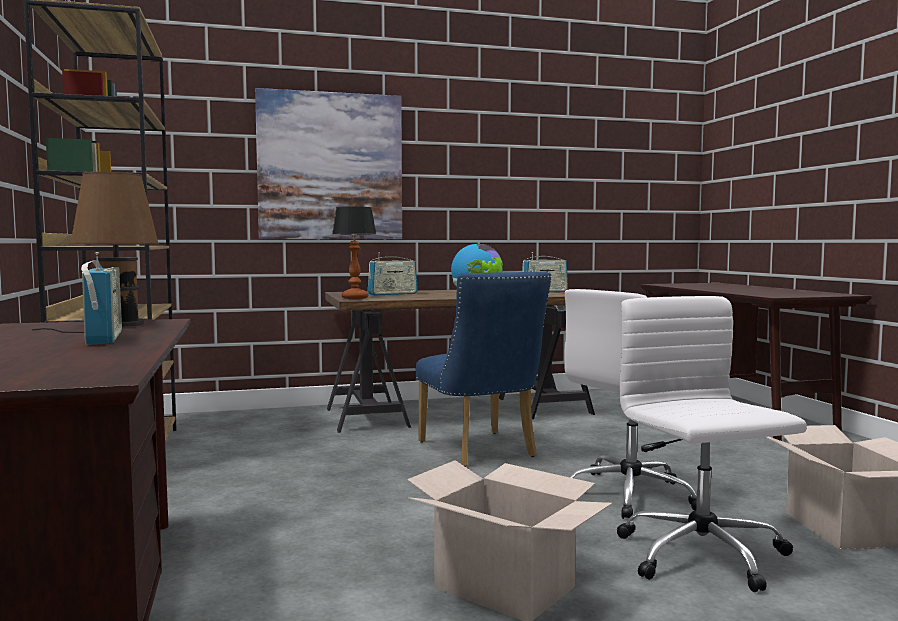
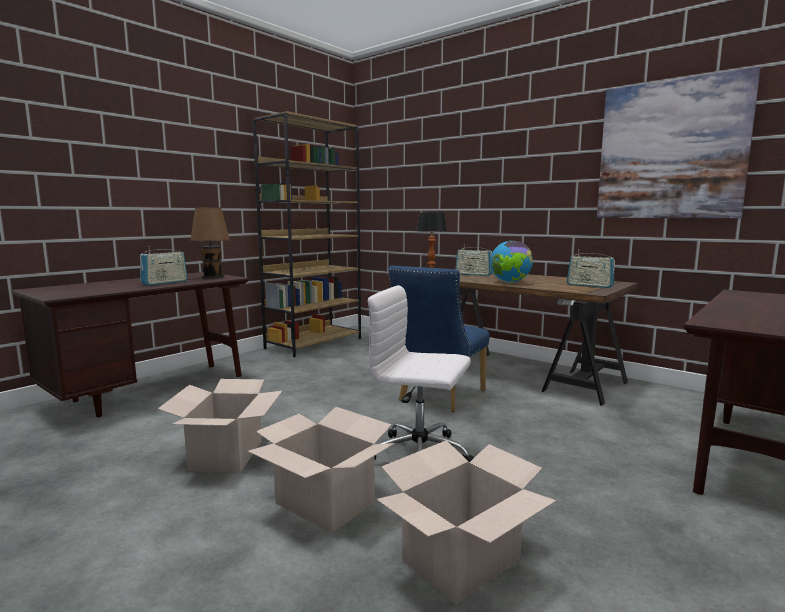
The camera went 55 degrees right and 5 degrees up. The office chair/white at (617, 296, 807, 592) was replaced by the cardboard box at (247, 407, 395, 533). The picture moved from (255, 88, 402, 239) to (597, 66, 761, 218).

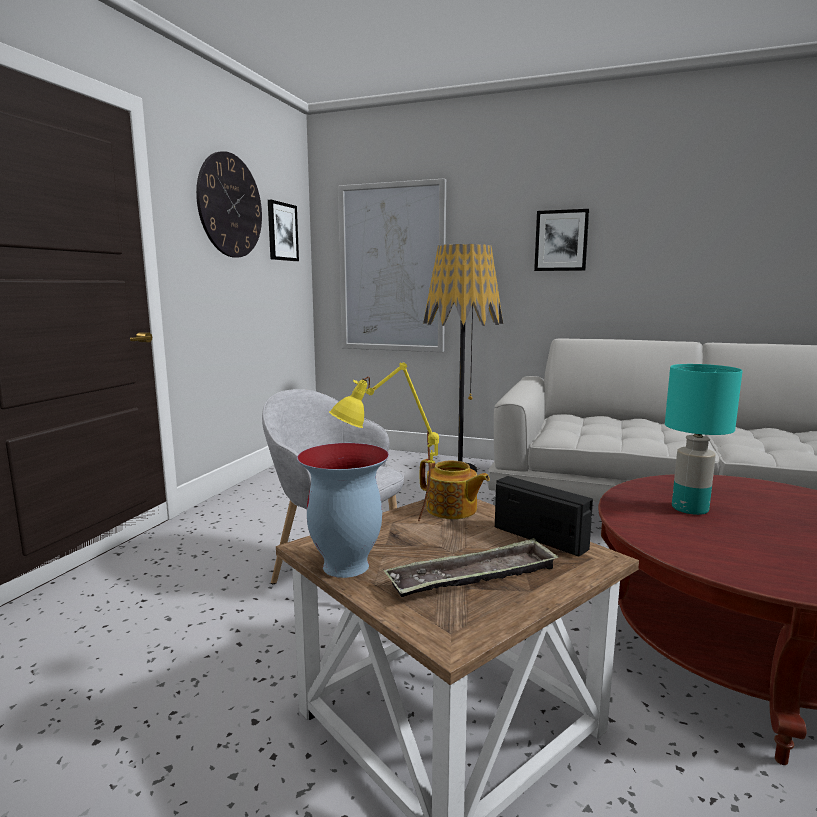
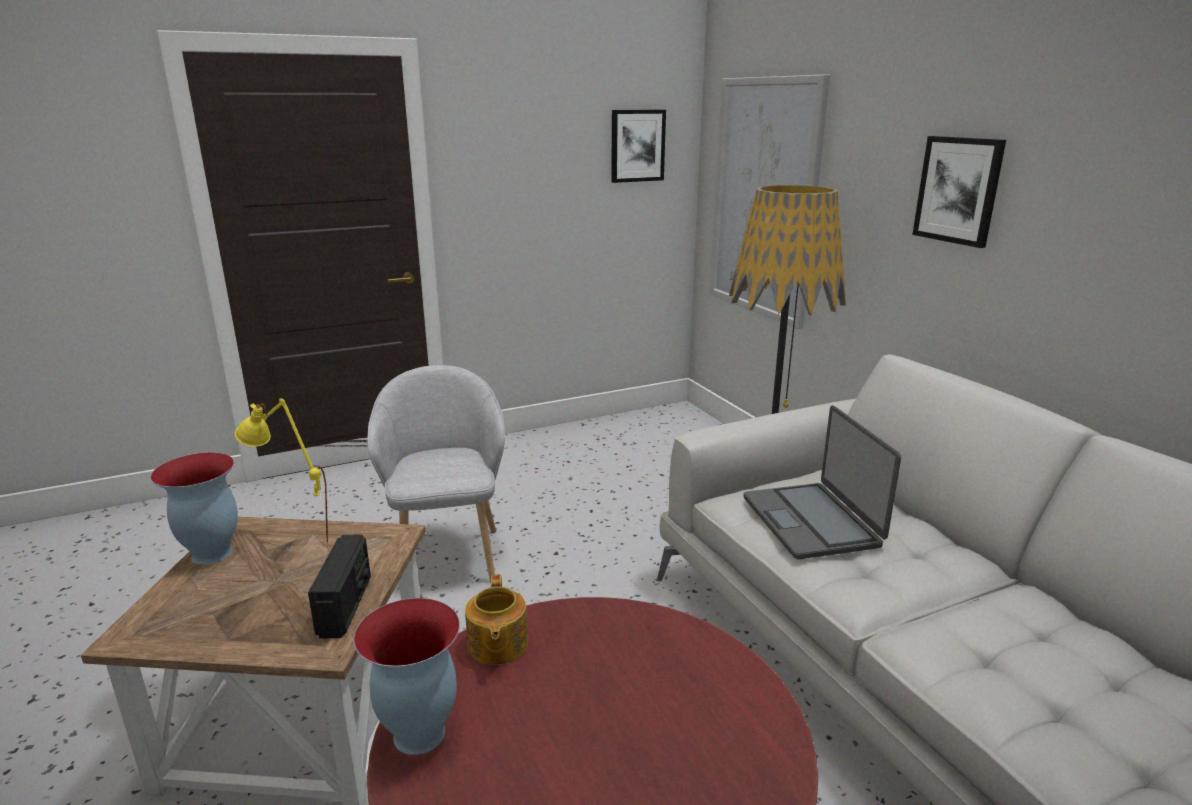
The camera went 45 degrees right and 10 degrees up. The vase at (353, 598, 460, 755) appeared. The teapot moved from (420, 459, 490, 519) to (465, 574, 528, 665). The laptop at (744, 405, 901, 559) appeared. The wall clock at (196, 151, 262, 258) disappeared. The tray at (384, 538, 559, 597) disappeared. The table lamp/turquoise at (665, 364, 742, 515) disappeared.

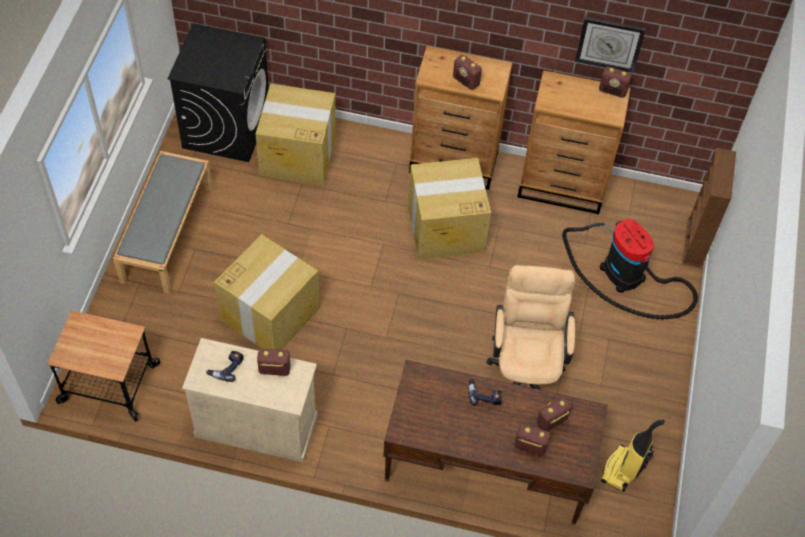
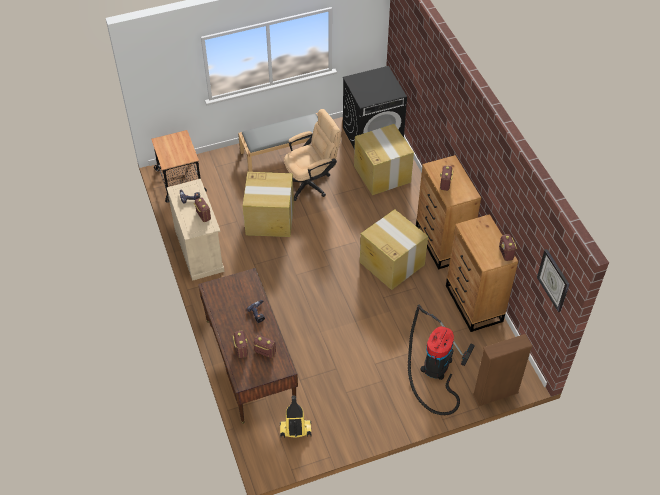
The camera went 60 degrees right and 5 degrees down. The office chair/beige moved from (486, 265, 576, 390) to (284, 109, 341, 201). The wall clock moved from (575, 17, 646, 73) to (537, 249, 570, 312).

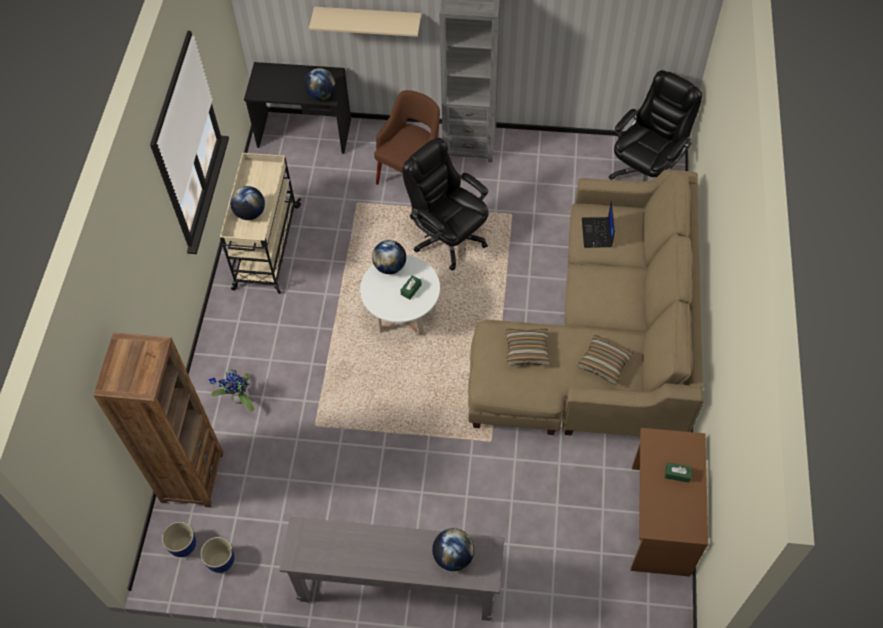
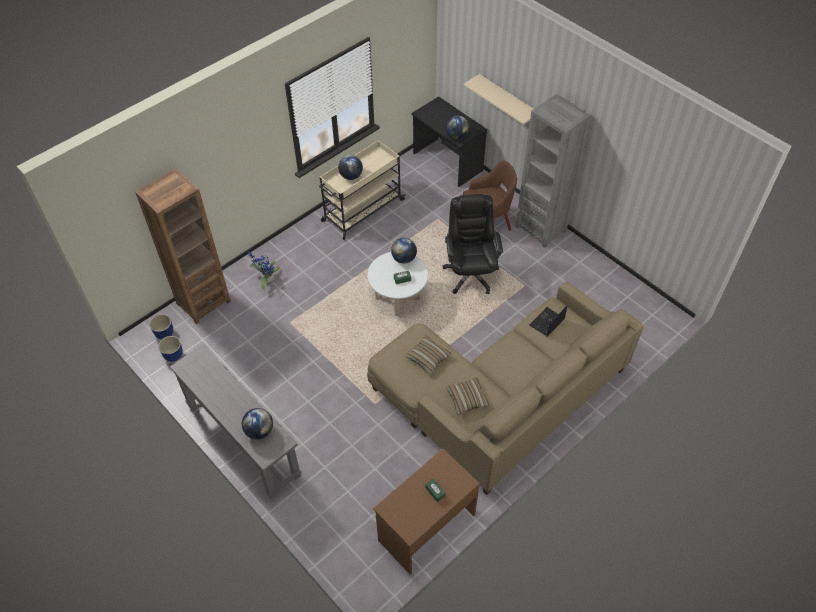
The camera went 40 degrees right and 5 degrees down. The office chair/black at (609, 70, 702, 181) disappeared.

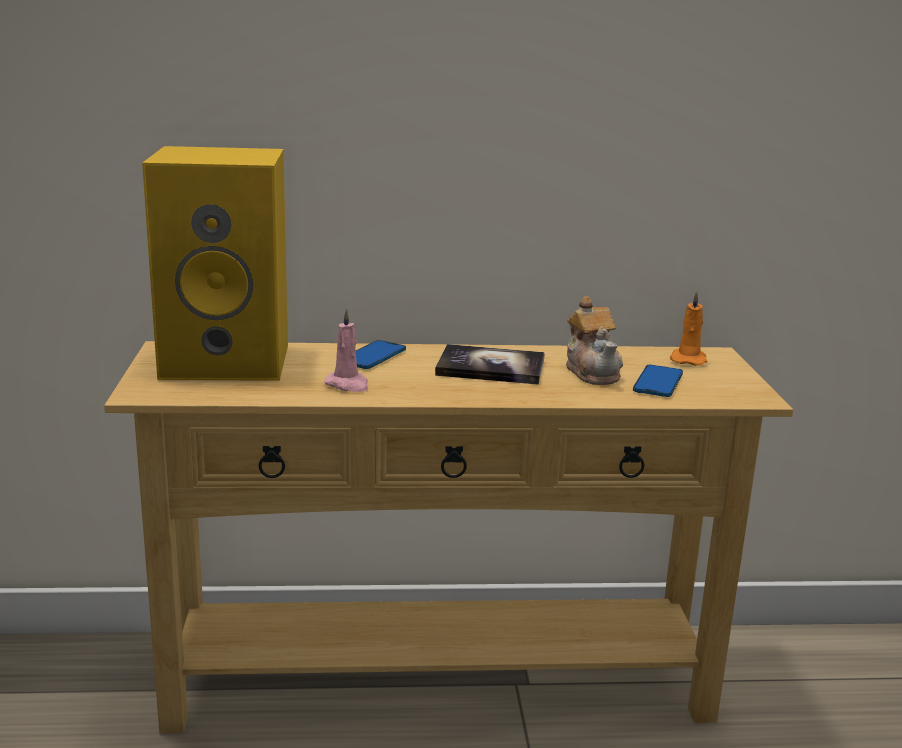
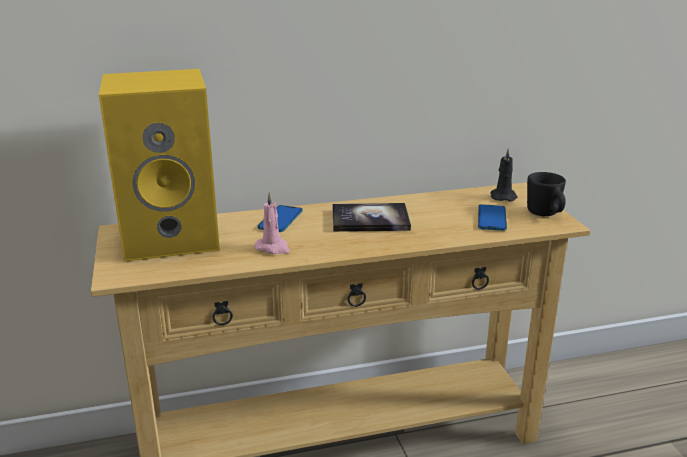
The camera went 10 degrees left and 5 degrees up. The candle/orange at (670, 291, 707, 366) became the candle/black at (491, 148, 518, 201). The mug/black at (527, 172, 566, 216) appeared. The teapot at (566, 296, 623, 385) disappeared.

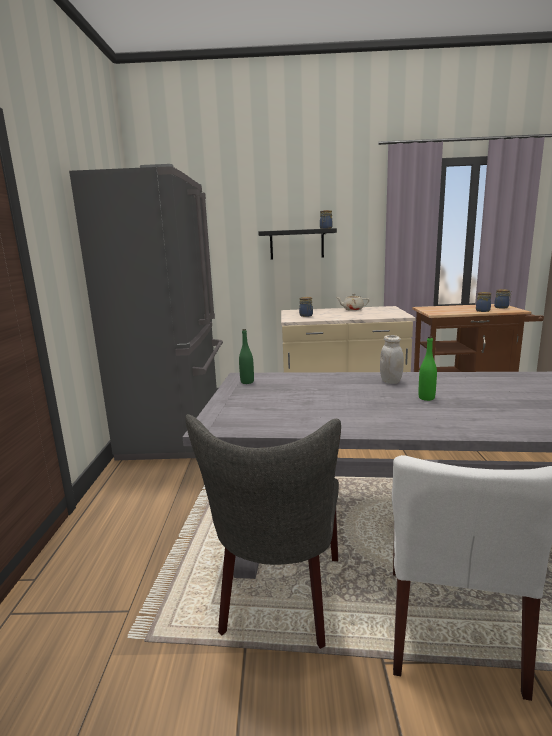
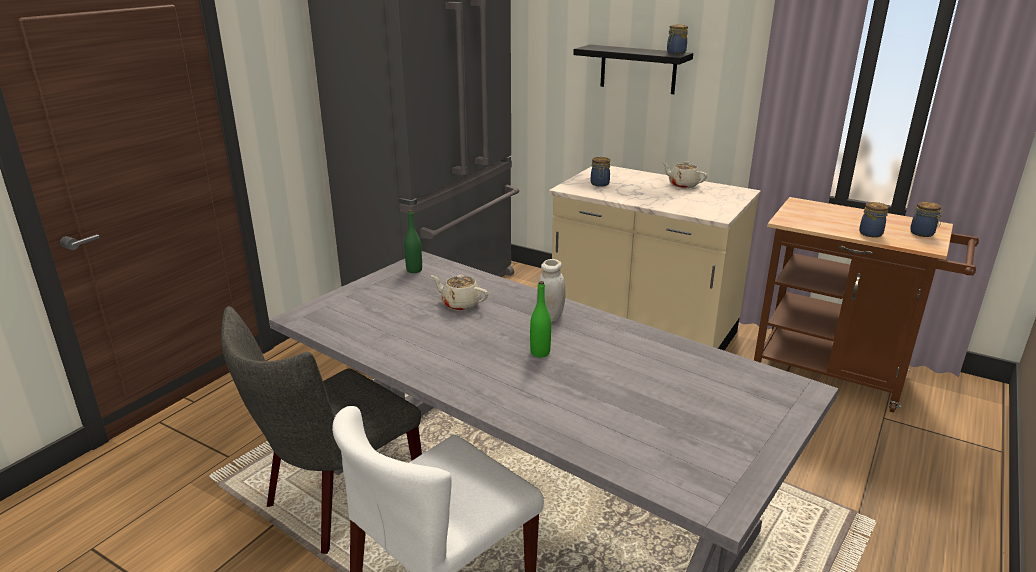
The camera went 30 degrees right and 10 degrees up. The teapot/beige at (431, 275, 488, 311) appeared.

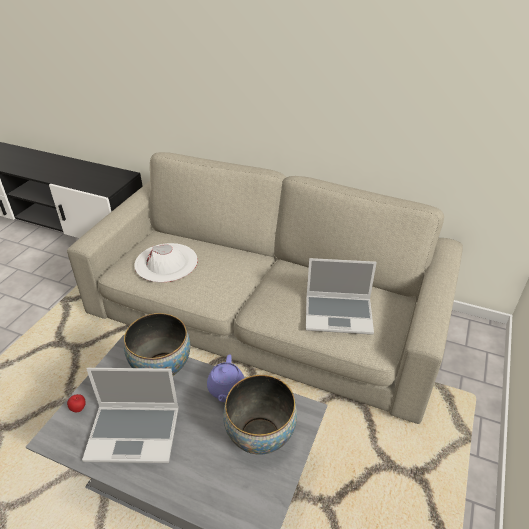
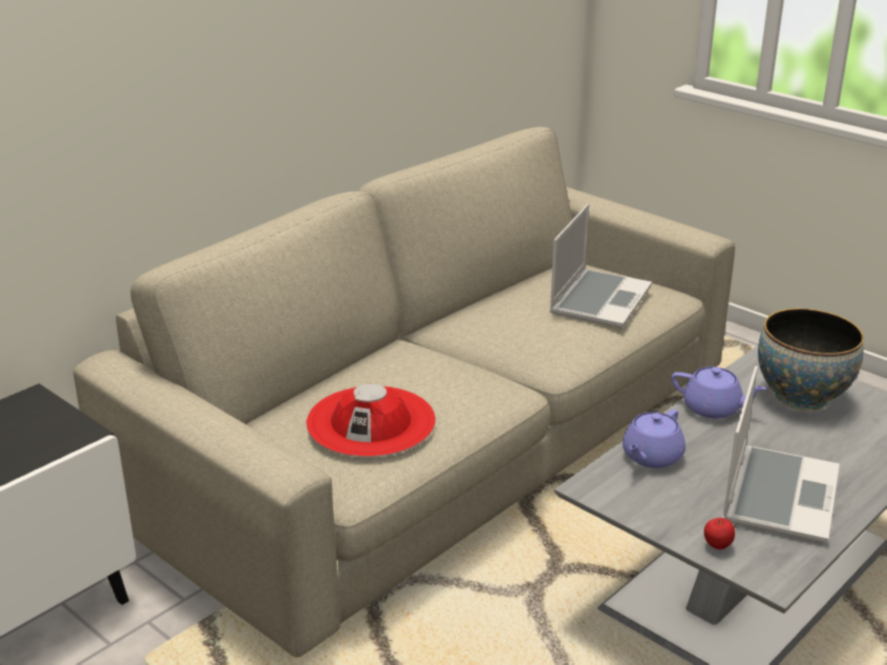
The camera went 70 degrees left and 10 degrees down. The hat/white at (134, 243, 198, 282) became the hat/red at (306, 383, 436, 457). The bowl at (124, 313, 190, 376) was replaced by the teapot/purple at (622, 409, 686, 468).

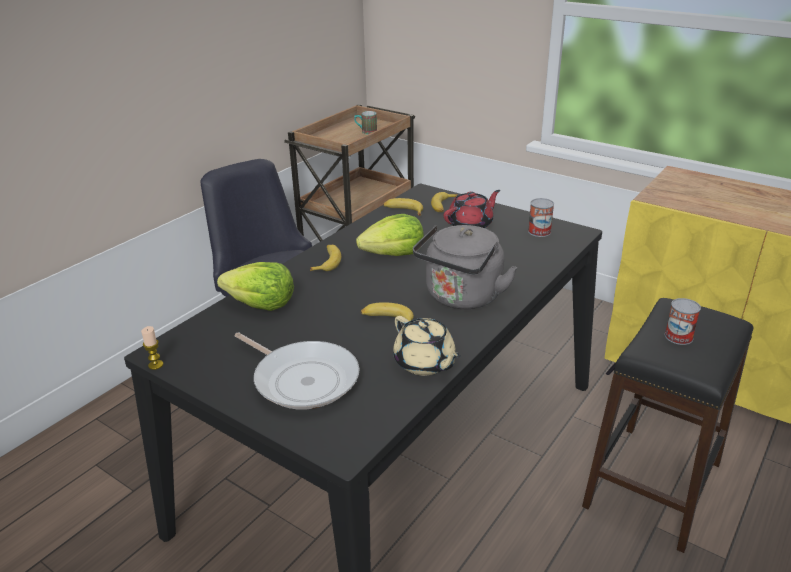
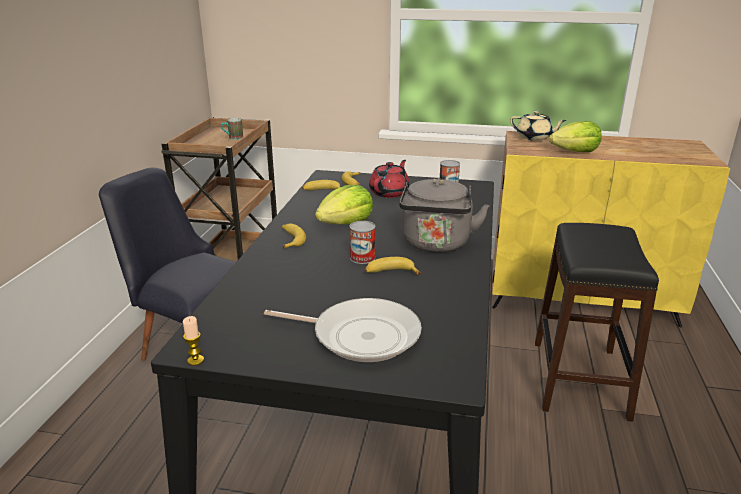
The camera went 25 degrees left and 5 degrees down. The can moved from (665, 298, 701, 345) to (349, 221, 375, 264). The teapot/beige moved from (393, 316, 461, 375) to (510, 111, 567, 141). The lettuce moved from (217, 262, 294, 311) to (549, 121, 602, 152).

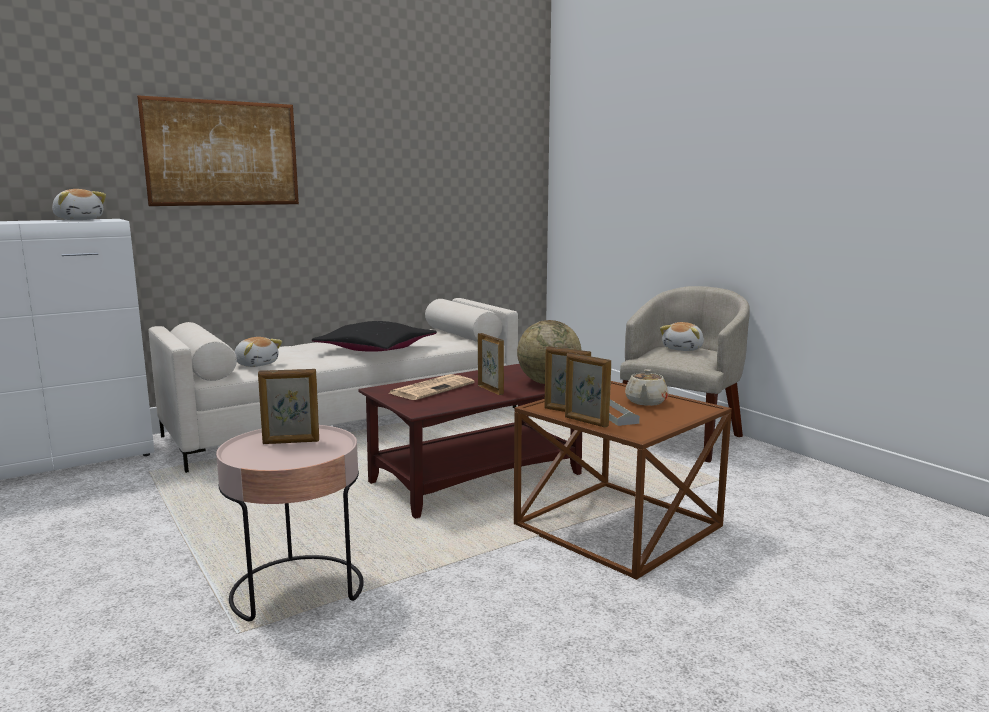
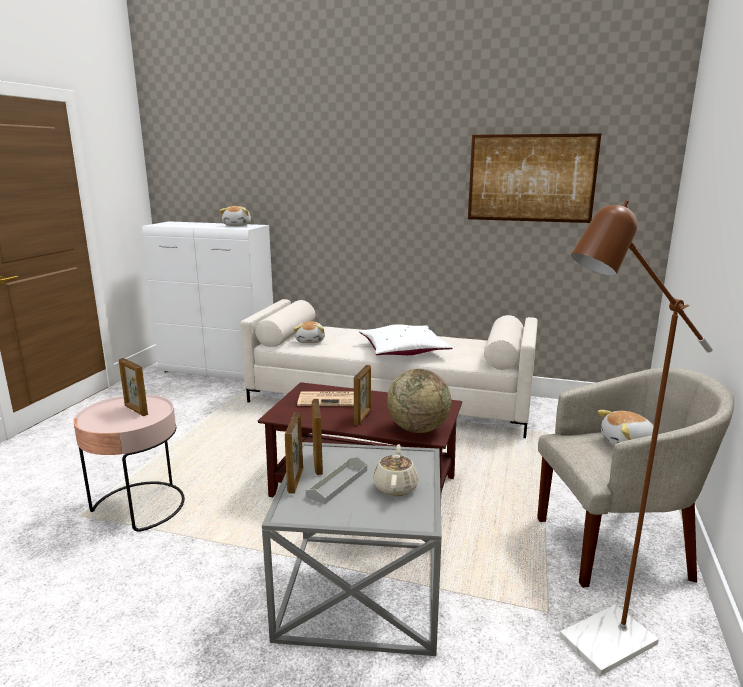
The camera went 50 degrees right and 5 degrees up. The side table/brown at (514, 381, 732, 580) became the side table/grey at (262, 442, 442, 656). The pillow/black at (312, 321, 437, 352) became the pillow/white at (359, 324, 453, 355). The teapot/beige at (625, 369, 668, 406) turned 120 degrees clockwise. The picture moved from (137, 95, 299, 206) to (468, 133, 601, 223). The floor lamp/brown at (559, 200, 713, 676) appeared.

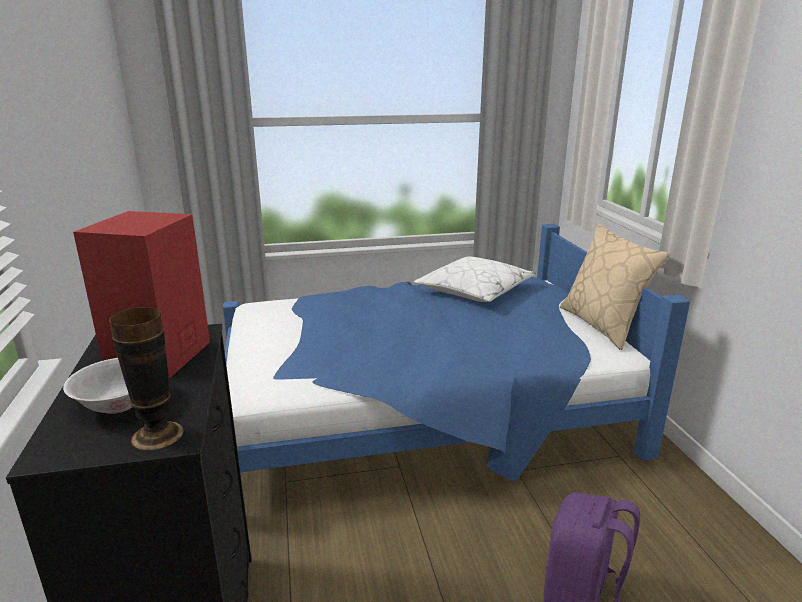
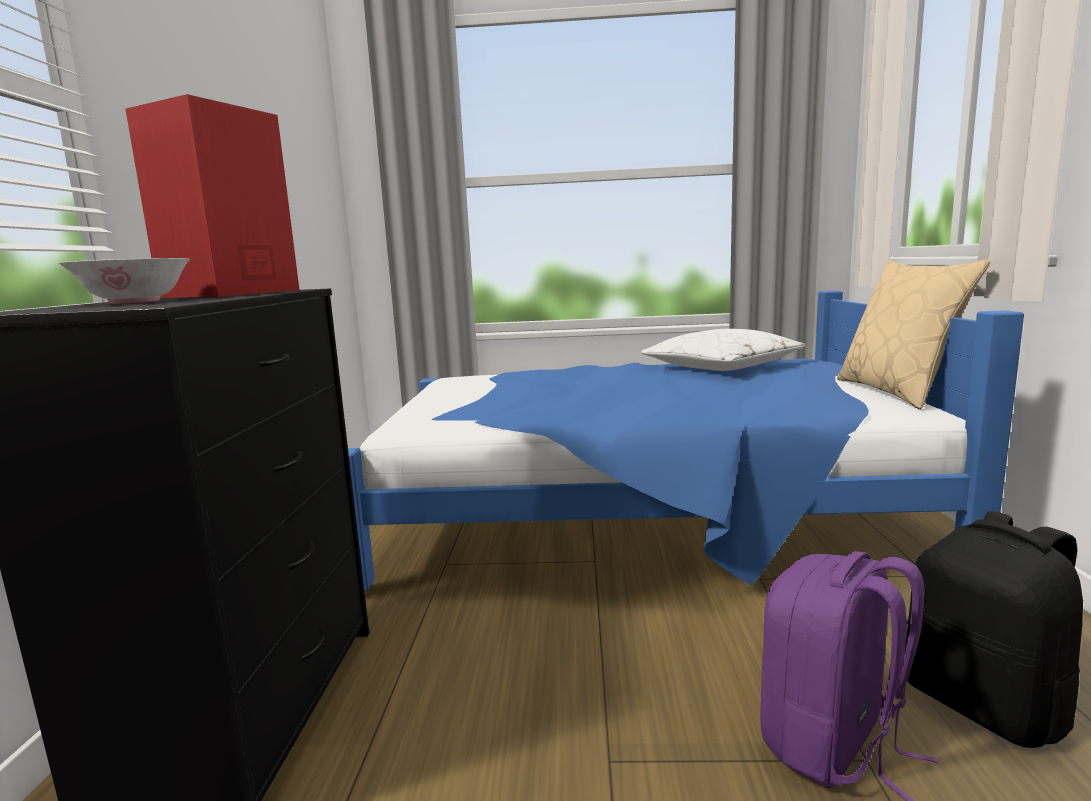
The camera went 15 degrees right and 10 degrees down. The backpack/black at (905, 511, 1083, 748) appeared. The vase at (109, 307, 184, 450) disappeared.

